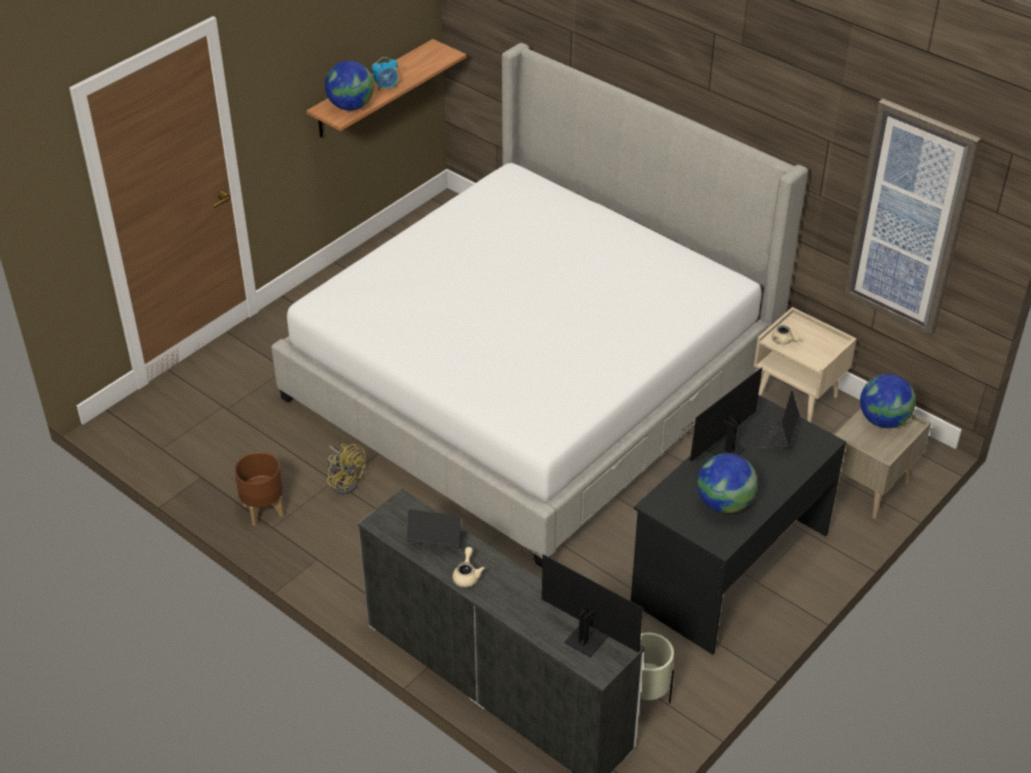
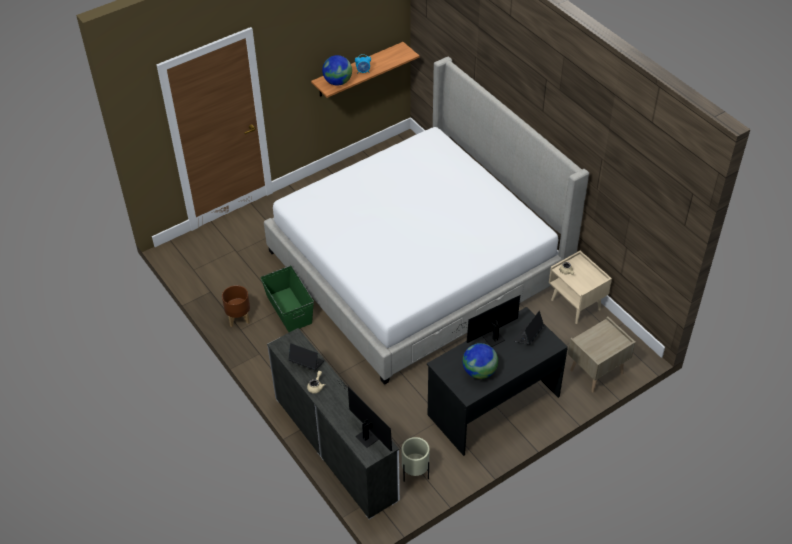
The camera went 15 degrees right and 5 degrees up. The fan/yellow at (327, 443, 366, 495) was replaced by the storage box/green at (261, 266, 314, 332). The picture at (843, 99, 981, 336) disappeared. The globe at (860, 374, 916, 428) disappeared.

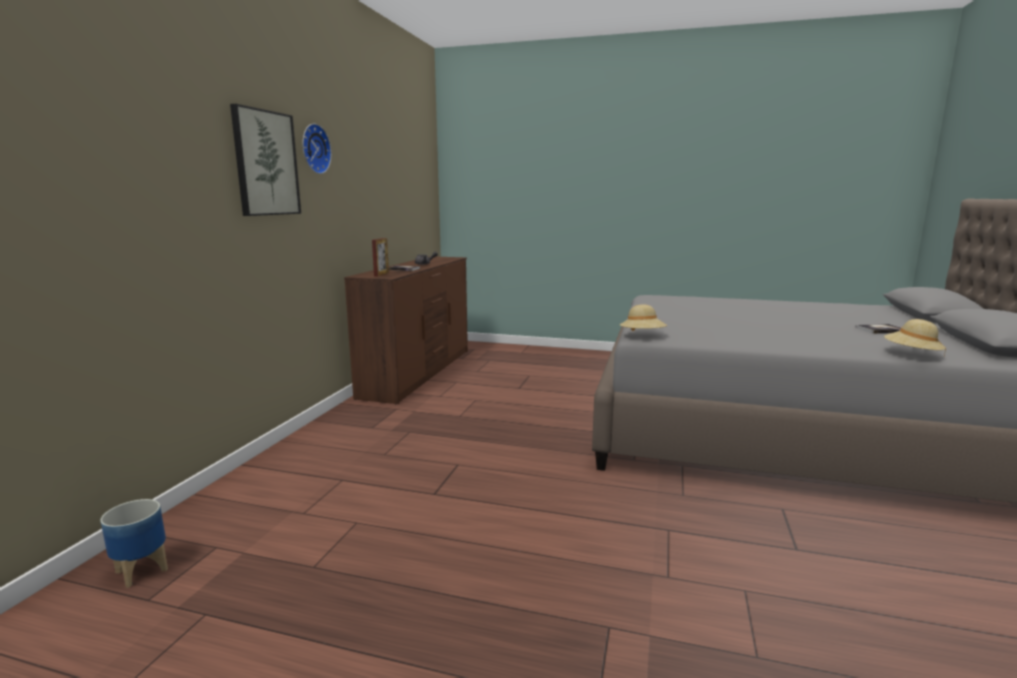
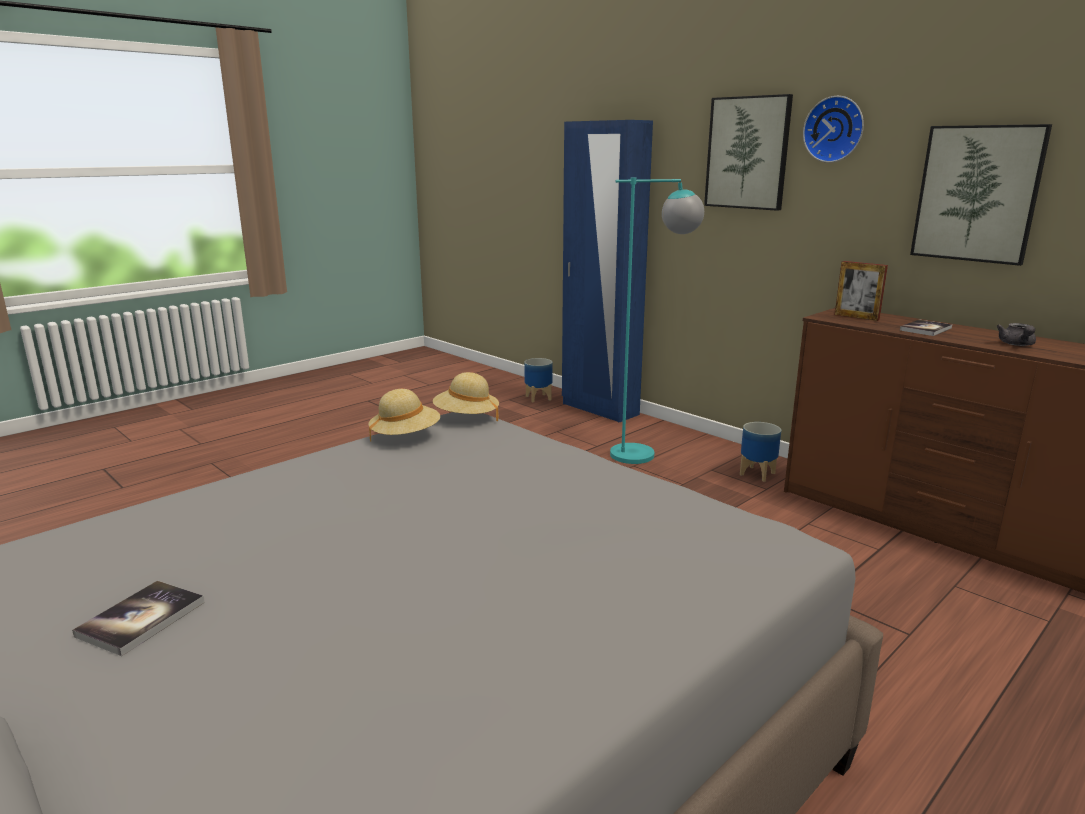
The camera went 120 degrees right and 5 degrees up. The hat/beige moved from (884, 319, 946, 357) to (368, 389, 440, 442). The wardrobe/blue at (562, 120, 653, 422) appeared. The floor lamp/turquoise at (610, 178, 704, 464) appeared. The planter at (740, 422, 781, 482) appeared. The picture at (910, 124, 1052, 266) appeared.

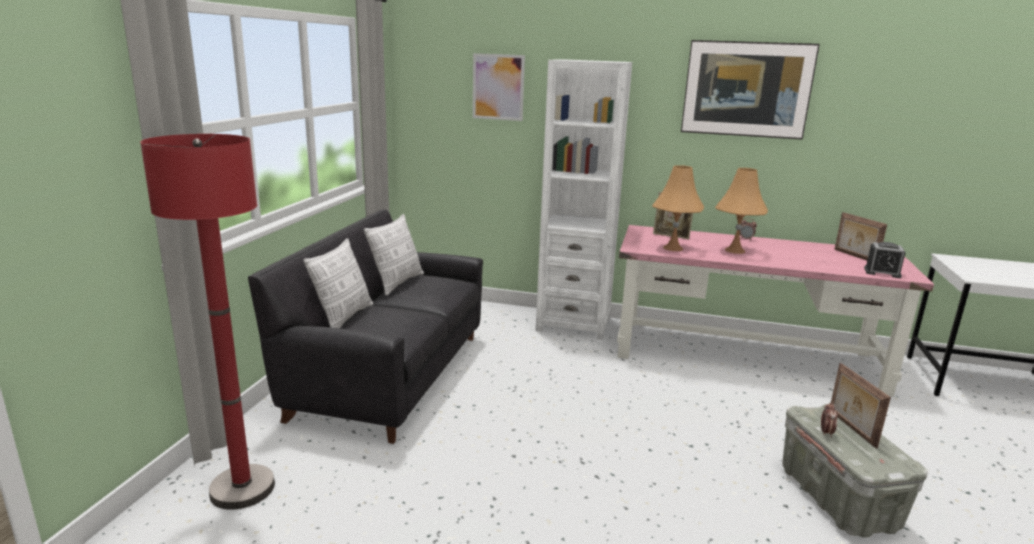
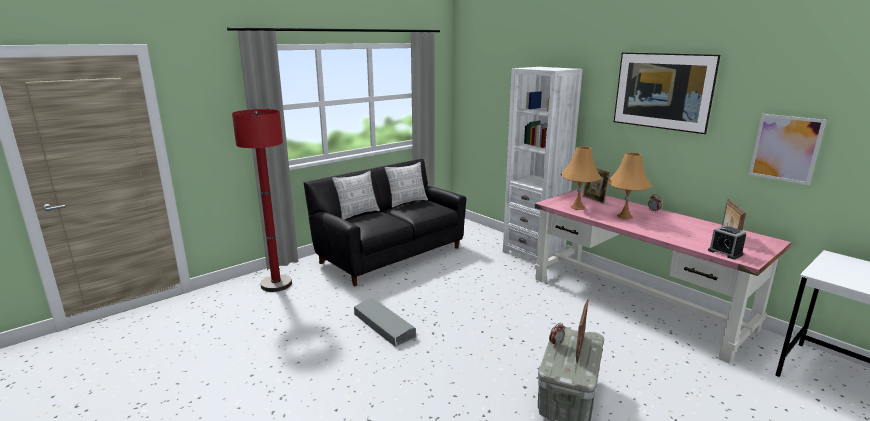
The camera went 35 degrees right and 0 degrees up. The storage box/grey at (354, 298, 416, 347) appeared. The picture moved from (473, 53, 525, 121) to (749, 114, 826, 185).

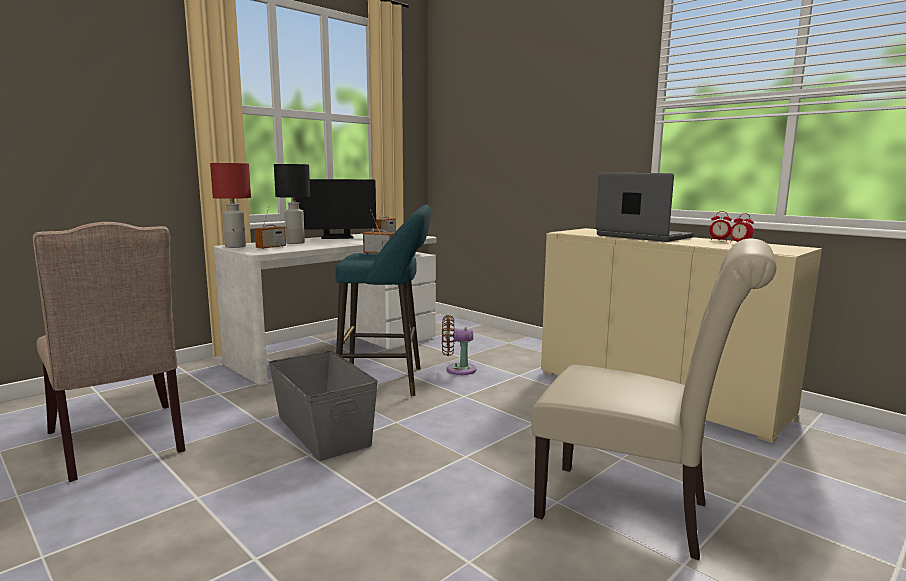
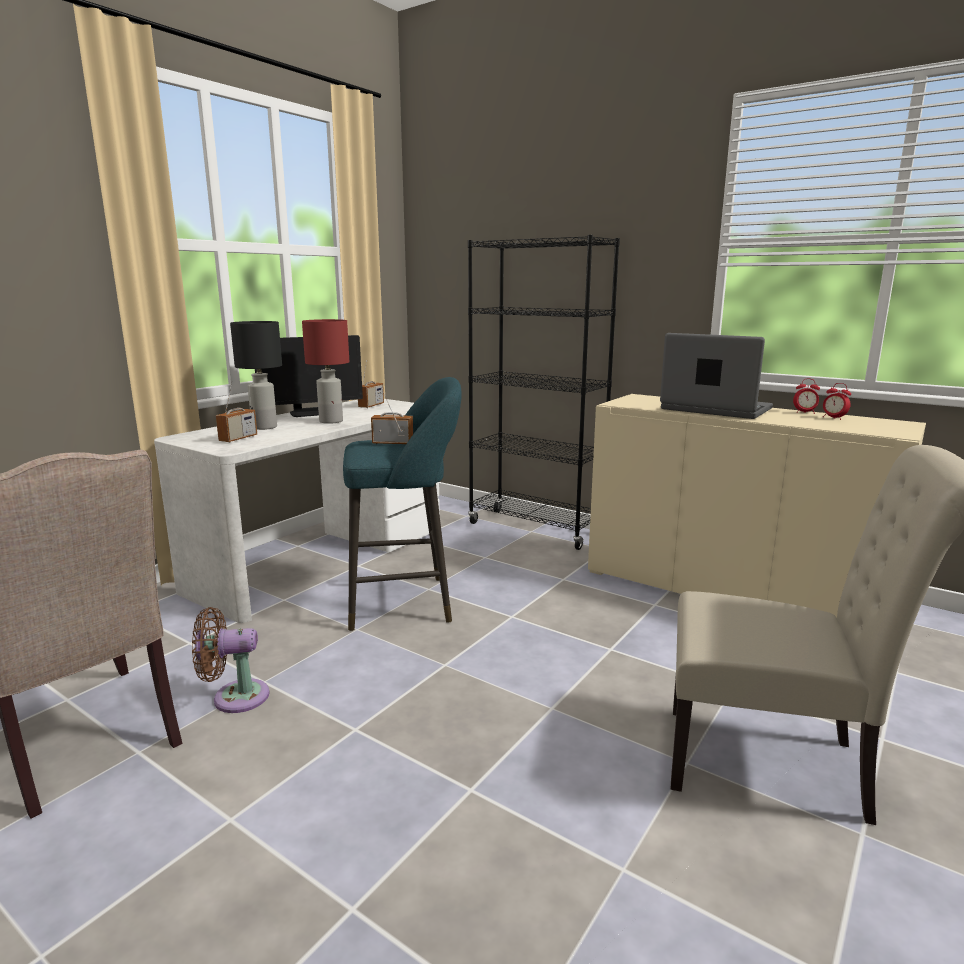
The camera went 10 degrees left and 5 degrees up. The fan/brown moved from (442, 315, 476, 375) to (192, 607, 270, 713). The table lamp/red moved from (210, 163, 251, 248) to (302, 319, 349, 424). The bookcase/black at (468, 235, 620, 550) appeared. The storage box/grey at (268, 350, 378, 461) disappeared.

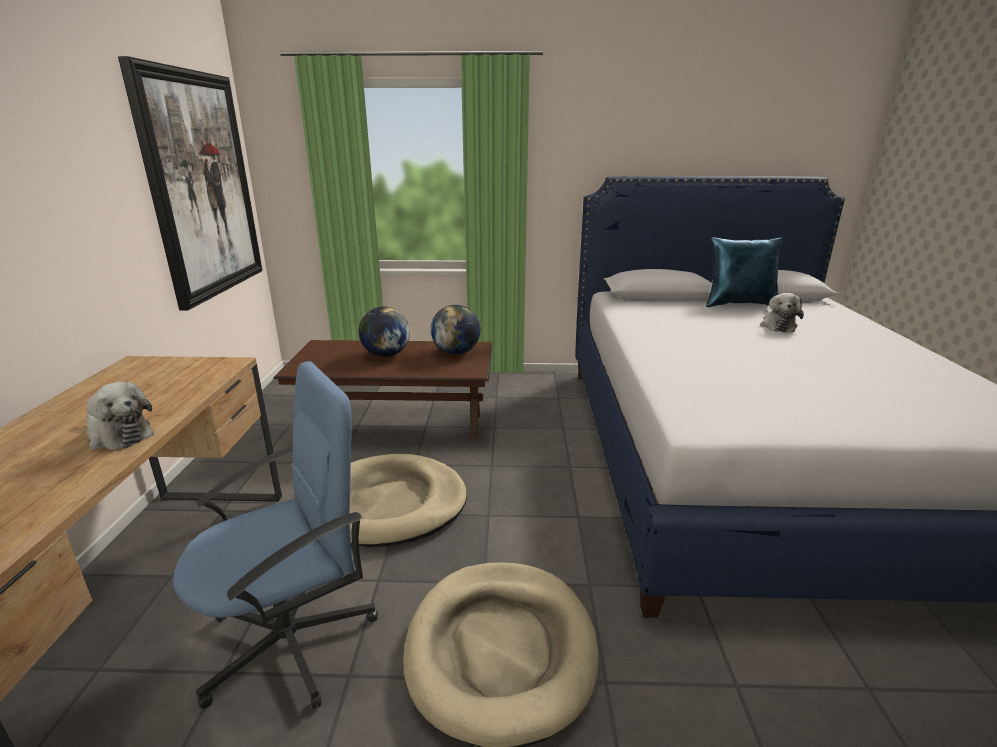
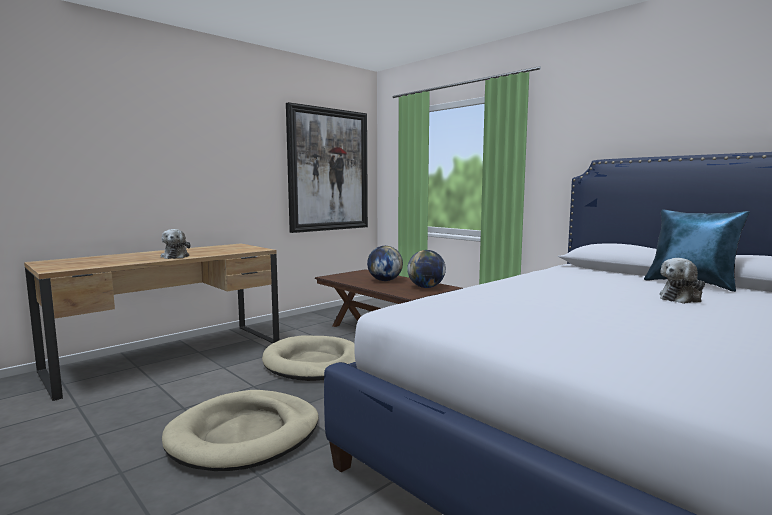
The camera went 45 degrees right and 15 degrees down. The office chair/blue at (173, 361, 378, 709) disappeared.

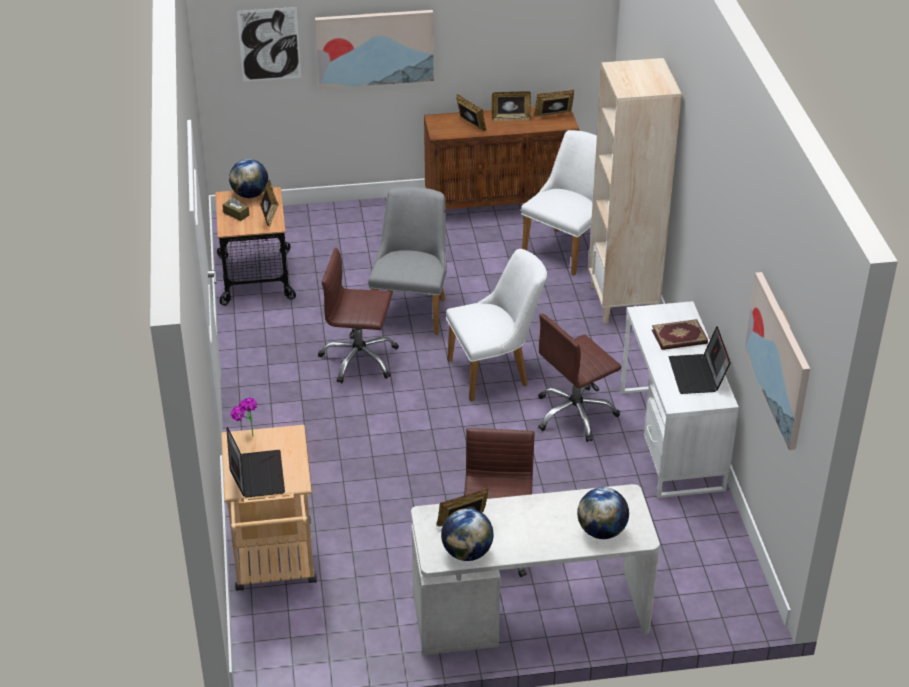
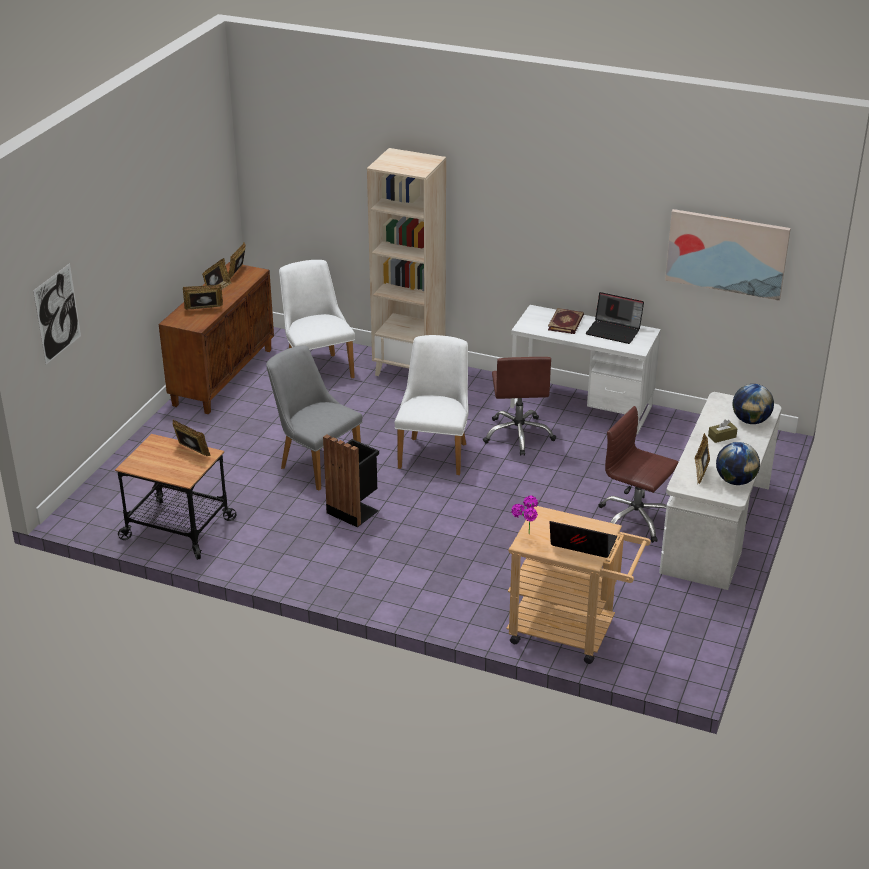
The camera went 60 degrees left and 5 degrees down. The office chair/brown at (318, 248, 399, 383) was replaced by the trash can/black at (323, 435, 379, 527). The tissue box/brown moved from (223, 197, 249, 221) to (708, 419, 738, 443). The globe at (229, 159, 268, 198) disappeared. The picture at (315, 10, 434, 89) disappeared.

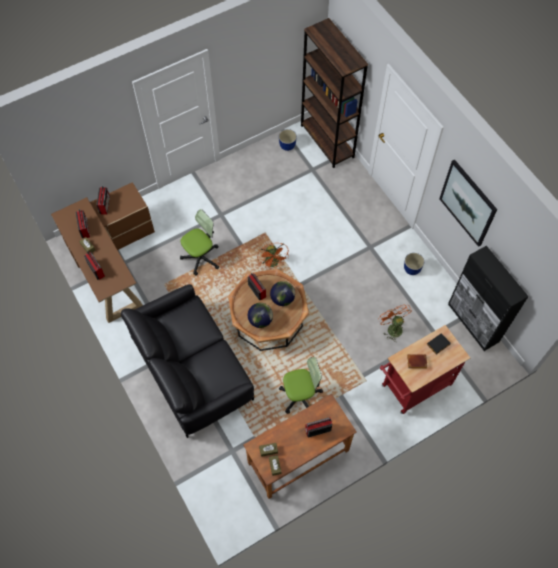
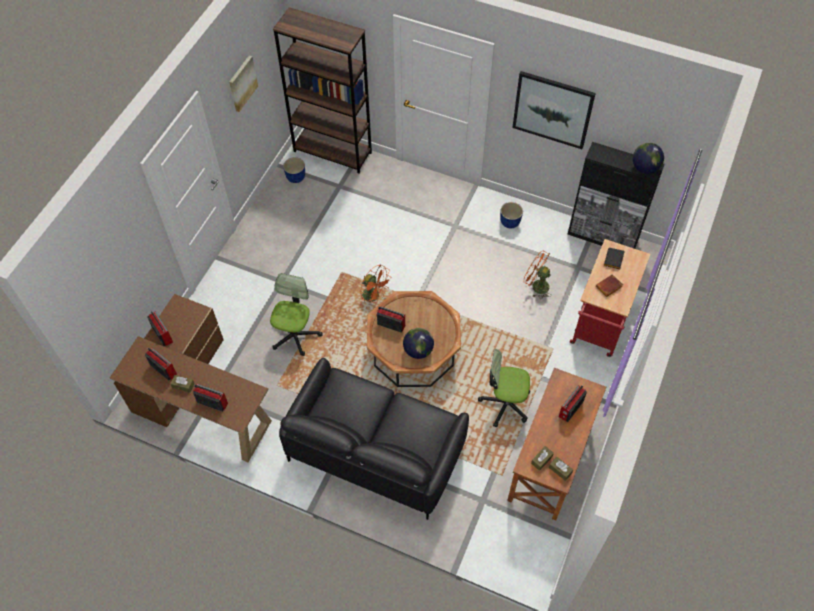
The camera went 35 degrees left and 5 degrees down. The picture at (229, 55, 258, 112) appeared. The office chair at (279, 357, 323, 414) turned 120 degrees counterclockwise. The globe moved from (270, 281, 295, 306) to (632, 143, 664, 174).

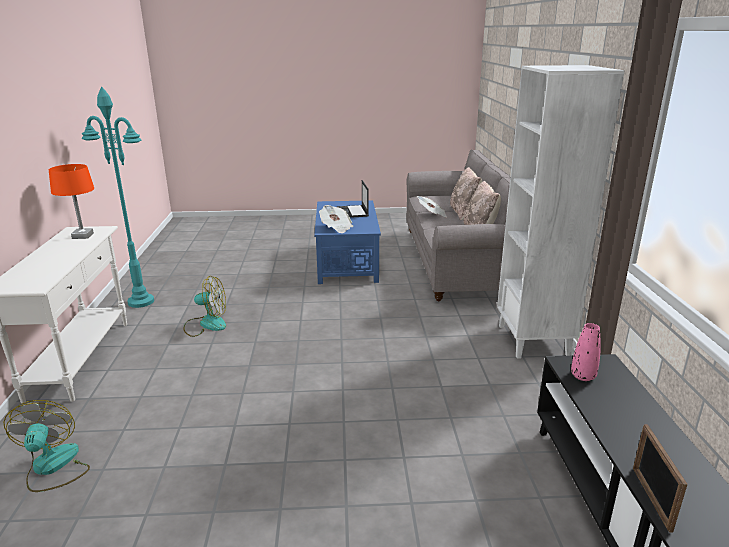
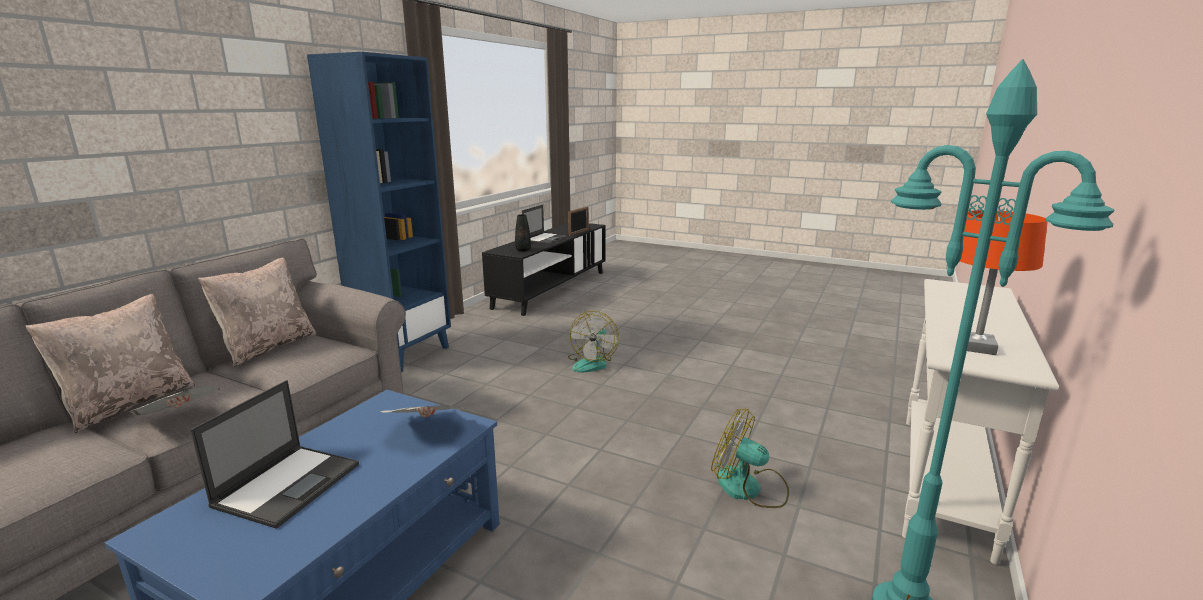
The camera went 150 degrees left and 5 degrees down. The bookcase/white at (497, 65, 625, 359) became the bookcase/blue at (307, 52, 451, 372). The vase/pink at (571, 323, 601, 381) became the vase/black at (515, 214, 531, 252). The laptop at (522, 205, 569, 245) appeared. The fan moved from (4, 400, 90, 492) to (568, 311, 619, 373).

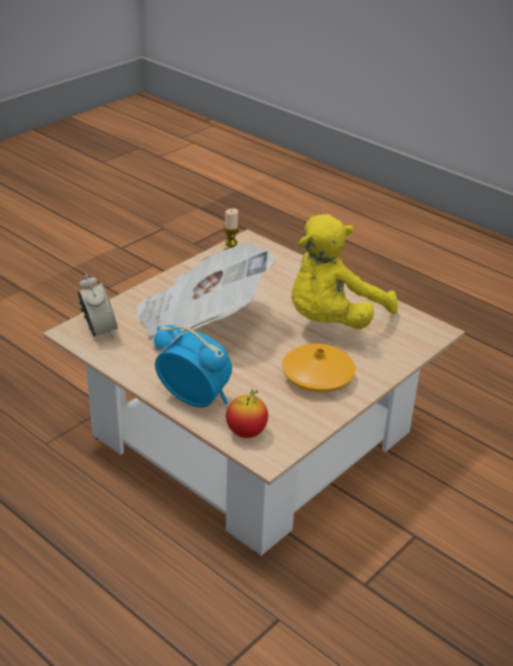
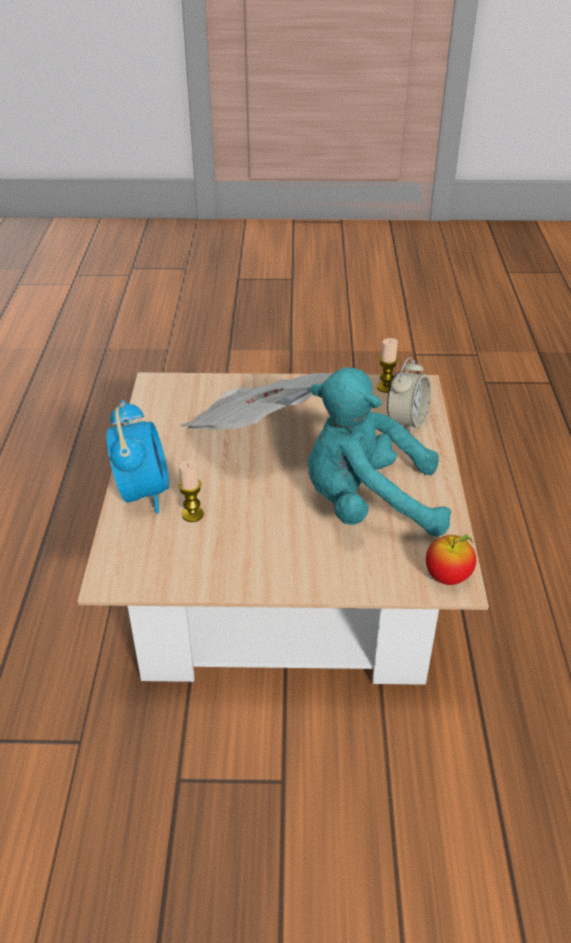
The camera went 50 degrees right and 5 degrees up. The candle at (178, 461, 204, 522) appeared. The plush toy/yellow at (292, 214, 398, 329) became the plush toy/turquoise at (308, 367, 451, 537). The alarm clock moved from (78, 273, 118, 338) to (387, 357, 431, 434). The apple moved from (226, 389, 268, 438) to (426, 534, 476, 585). The vase/orange at (282, 344, 355, 392) disappeared.

